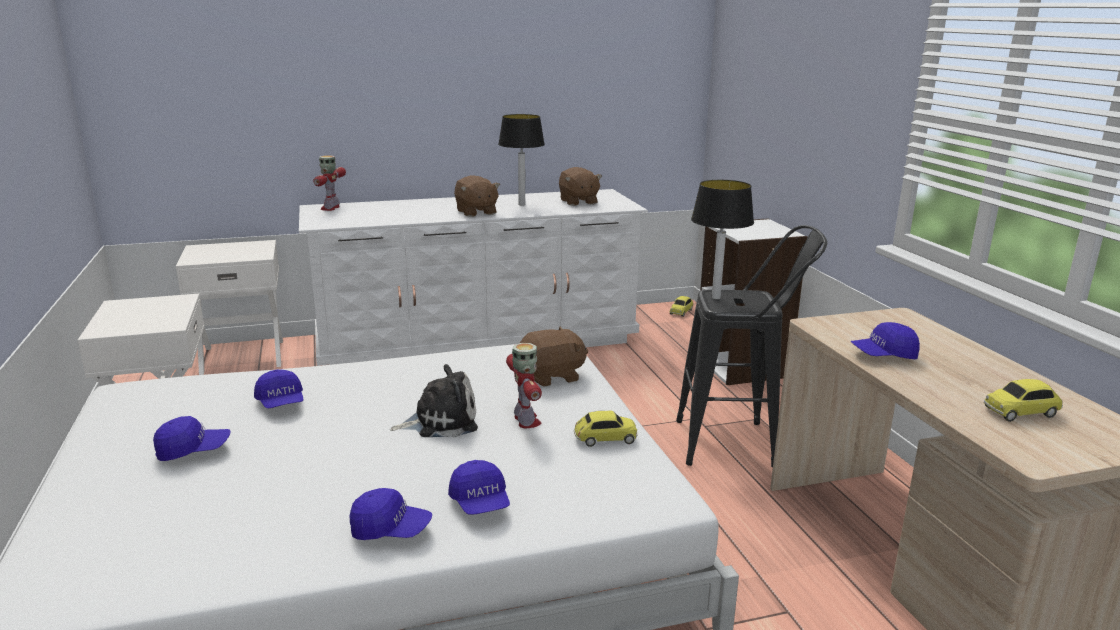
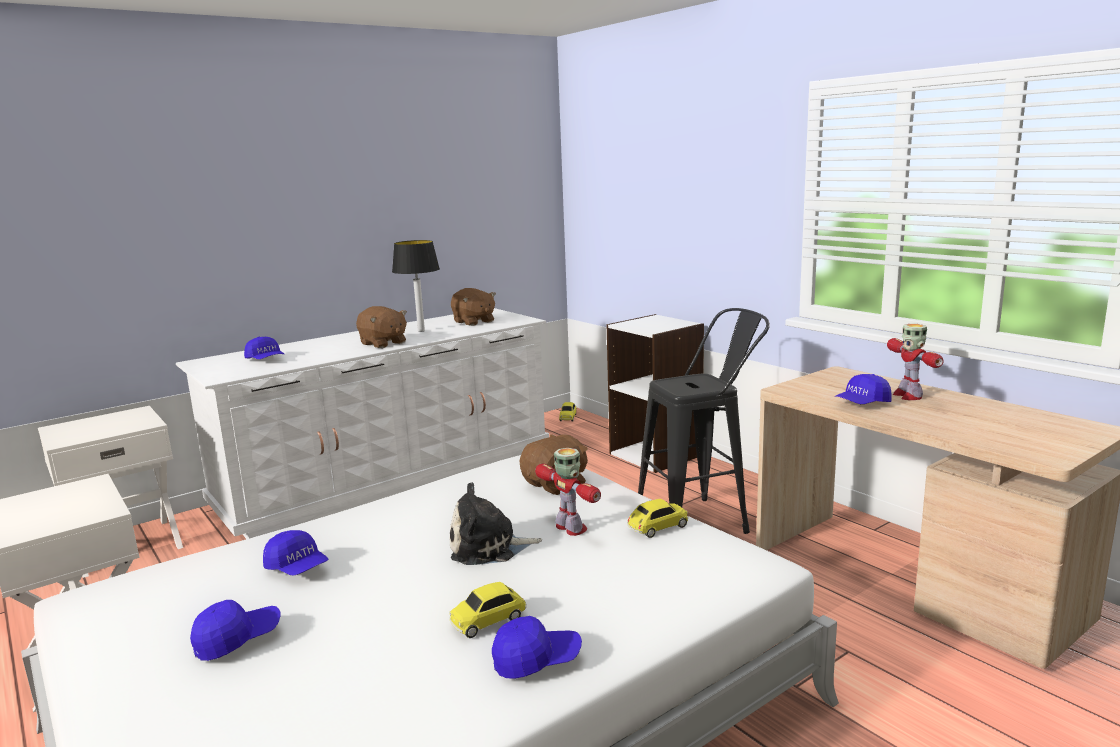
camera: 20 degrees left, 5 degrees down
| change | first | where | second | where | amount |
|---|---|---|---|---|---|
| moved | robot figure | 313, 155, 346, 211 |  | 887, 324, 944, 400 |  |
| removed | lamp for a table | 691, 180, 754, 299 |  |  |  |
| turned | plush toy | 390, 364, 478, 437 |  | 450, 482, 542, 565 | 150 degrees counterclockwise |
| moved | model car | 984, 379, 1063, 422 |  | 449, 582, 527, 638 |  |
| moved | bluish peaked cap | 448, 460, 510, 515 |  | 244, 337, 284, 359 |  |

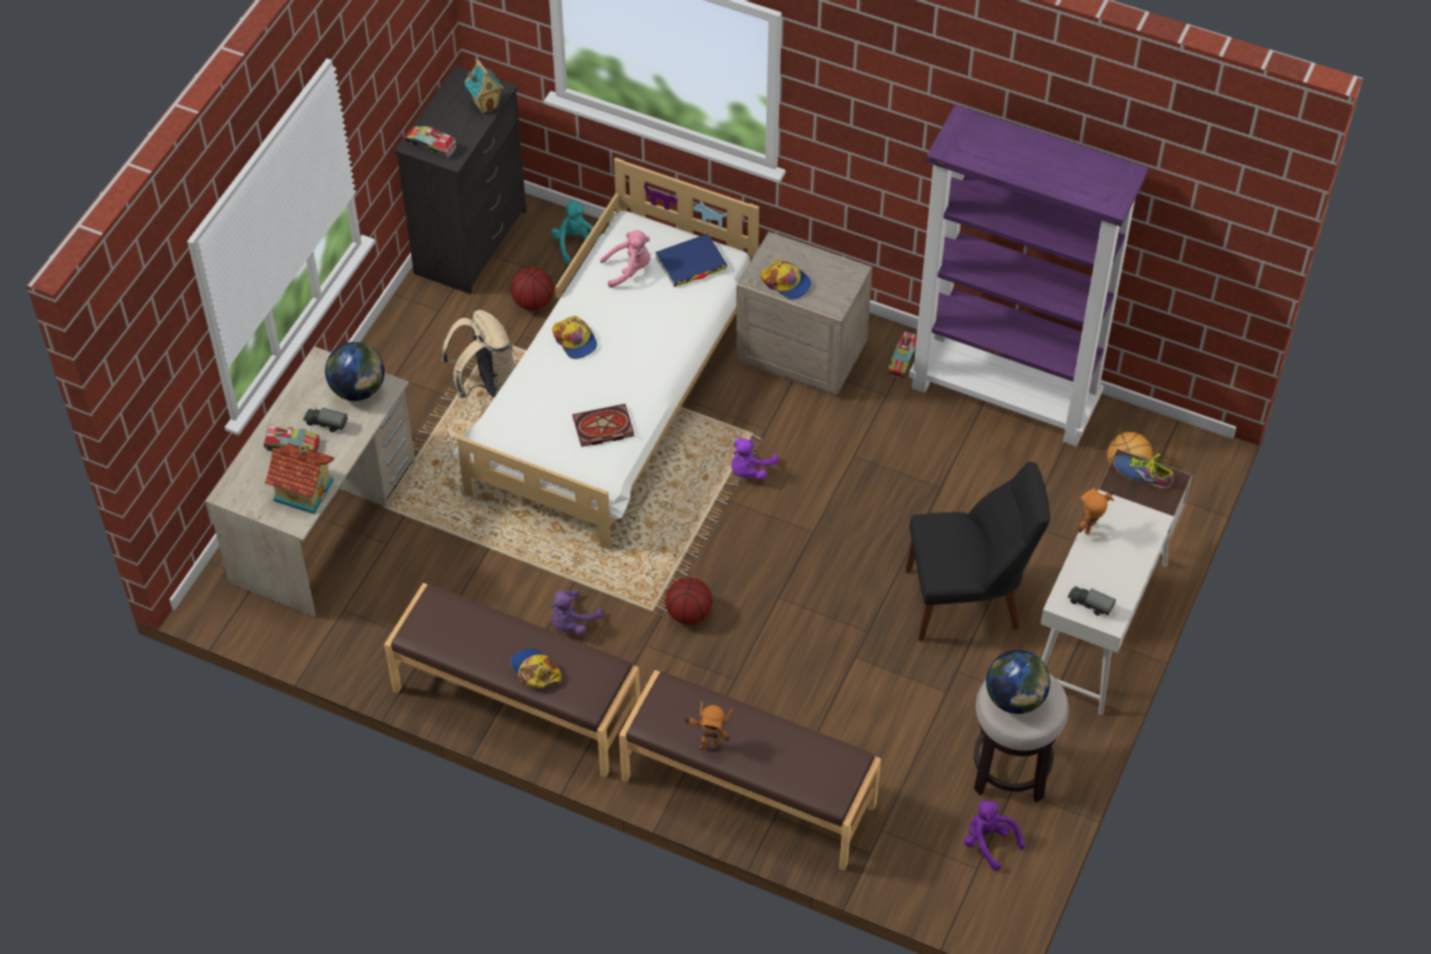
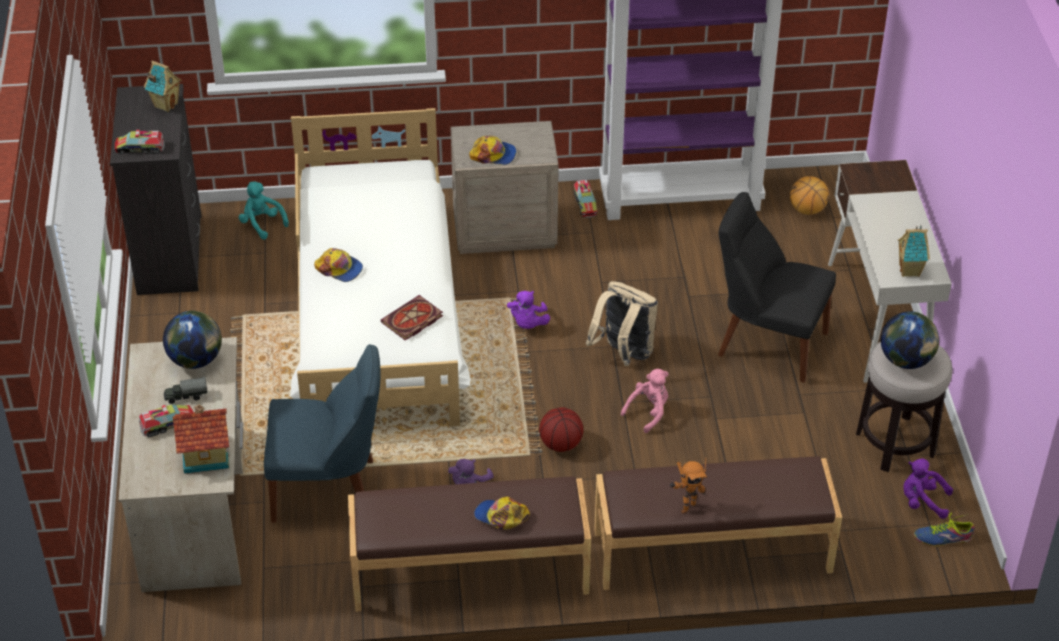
camera: 30 degrees left, 10 degrees down
| change | first | where | second | where | amount |
|---|---|---|---|---|---|
| moved | pink plush toy | 600, 230, 651, 288 |  | 621, 369, 669, 433 |  |
| removed | bluish bound book | 655, 233, 727, 287 |  |  |  |
| removed | basketball | 510, 267, 554, 311 |  |  |  |
| moved | beige backpack | 442, 310, 514, 399 |  | 586, 281, 658, 366 |  |
| moved | shoe | 1113, 454, 1174, 489 |  | 914, 512, 975, 547 |  |
| turned | blackish plain chair | 905, 461, 1050, 641 |  | 718, 192, 836, 383 | 120 degrees counterclockwise |
| removed | robot figure | 1078, 488, 1114, 534 |  |  |  |
| replaced | model truck | 1068, 587, 1116, 616 | miniature house | 898, 225, 930, 277 |  |
| added |  |  | bluish plain chair | 264, 344, 381, 522 |  |

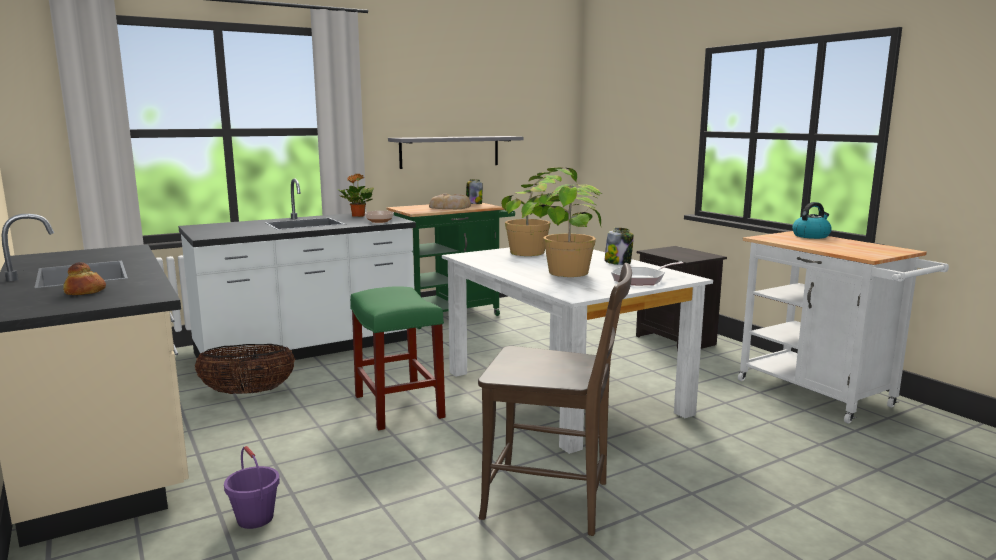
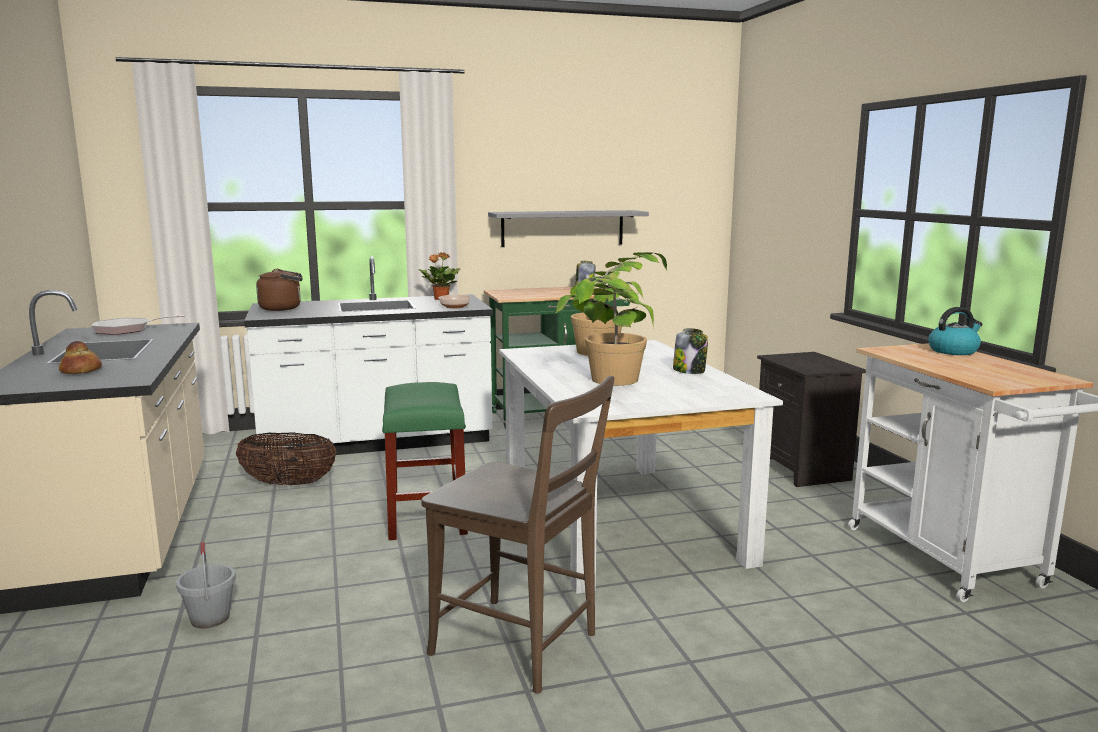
camera: 15 degrees right, 0 degrees up
| change | first | where | second | where | amount |
|---|---|---|---|---|---|
| removed | baked bread | 429, 194, 471, 209 |  |  |  |
| moved | pan | 611, 261, 684, 285 |  | 91, 315, 185, 335 |  |
| recoloured | purple-coloured pail | 224, 446, 280, 529 | gray pail | 176, 542, 236, 628 |  |
| added |  |  | brown-coloured tea kettle | 256, 269, 303, 311 |  |

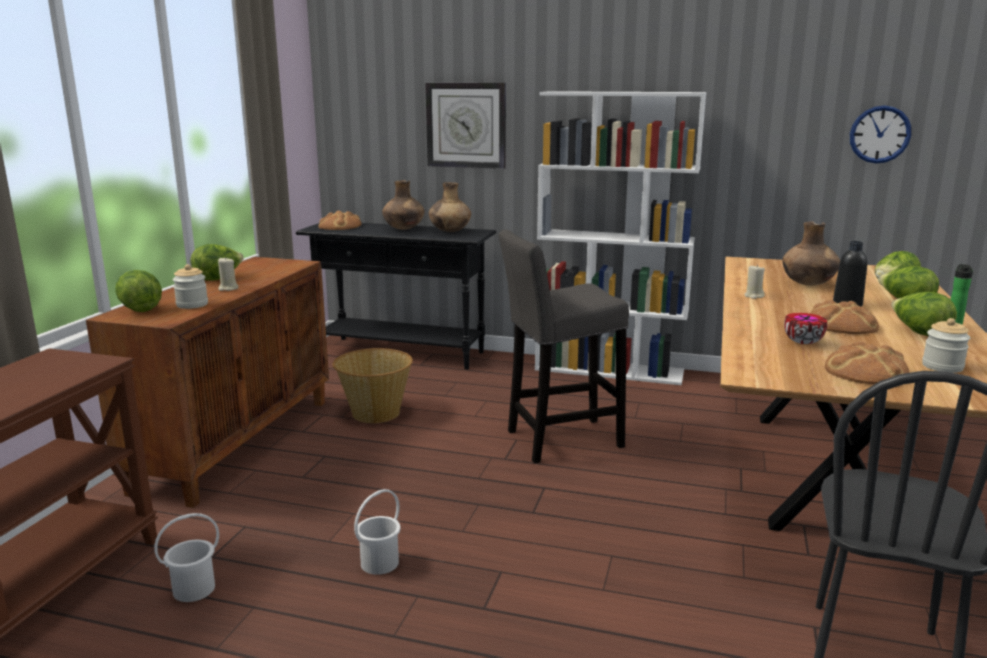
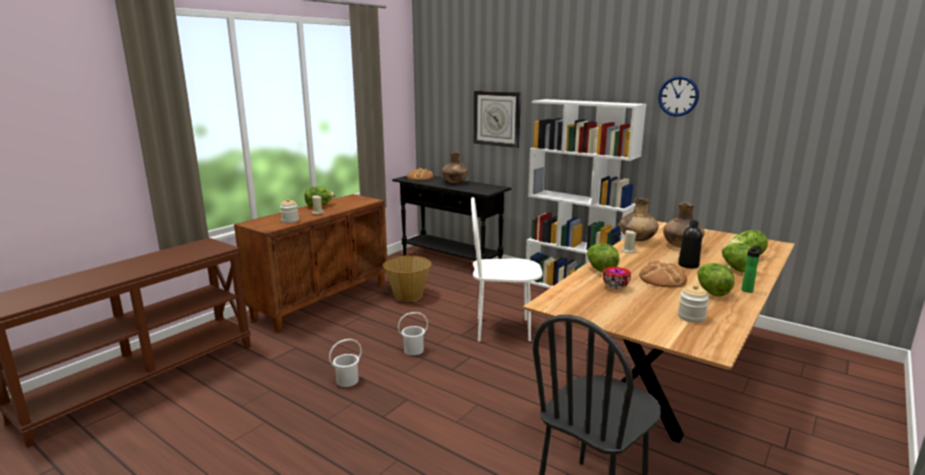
camera: 20 degrees right, 0 degrees up
| change | first | where | second | where | amount |
|---|---|---|---|---|---|
| moved | clock on the wall | 850, 105, 911, 163 |  | 658, 76, 699, 116 |  |
| moved | brown-coloured vase | 429, 182, 471, 232 |  | 620, 198, 659, 241 |  |
| replaced | gray stool | 499, 230, 629, 463 | white plain chair | 471, 197, 543, 342 |  |
| moved | lettuce | 115, 270, 162, 312 |  | 587, 243, 620, 272 |  |
| removed | baked bread | 825, 341, 910, 384 |  |  |  |
| moved | white pail | 154, 513, 219, 602 |  | 398, 312, 428, 355 |  |

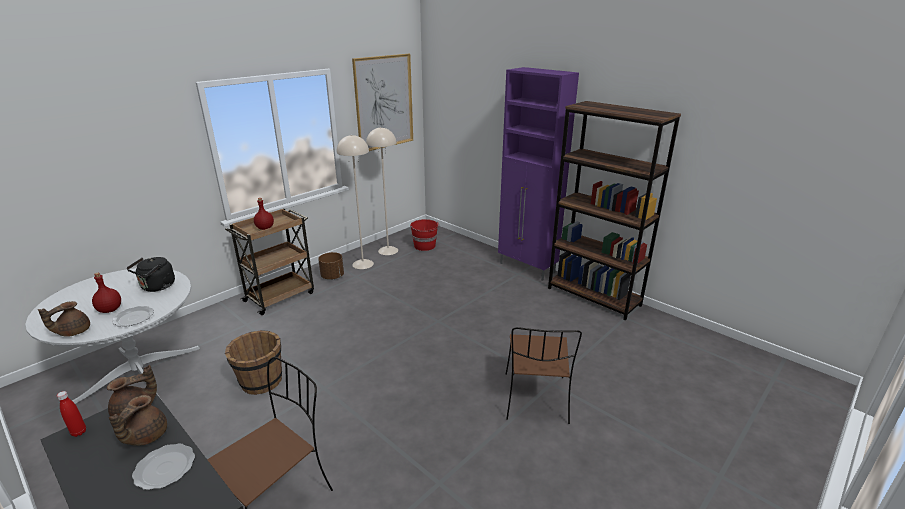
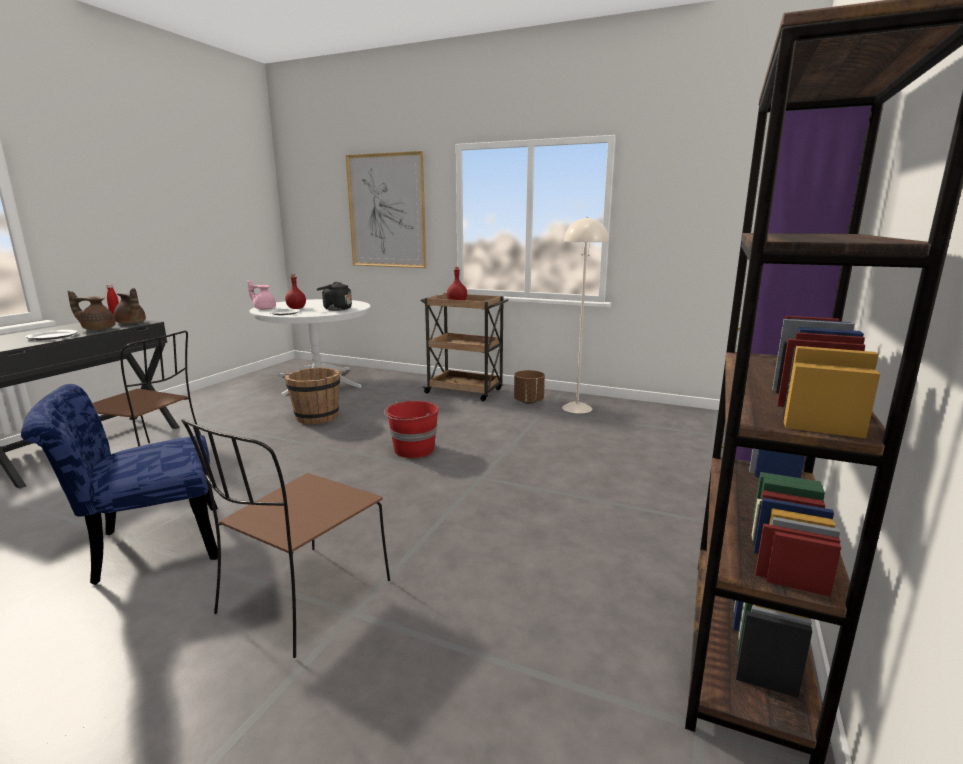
camera: 70 degrees right, 10 degrees down
| change | first | where | second | where | amount |
|---|---|---|---|---|---|
| moved | picture | 352, 54, 413, 151 |  | 346, 151, 426, 268 |  |
| removed | beige standing lamp | 366, 127, 398, 255 |  |  |  |
| moved | red pail | 410, 219, 439, 251 |  | 384, 401, 439, 458 |  |
| recoloured | brown-coloured tea pot | 38, 301, 90, 337 | pink tea pot | 248, 280, 276, 310 |  |
| turned | brown-coloured plain chair | 506, 327, 582, 424 |  | 181, 419, 390, 658 | 45 degrees counterclockwise |
| added |  |  | bluish plain chair | 21, 384, 218, 585 |  |

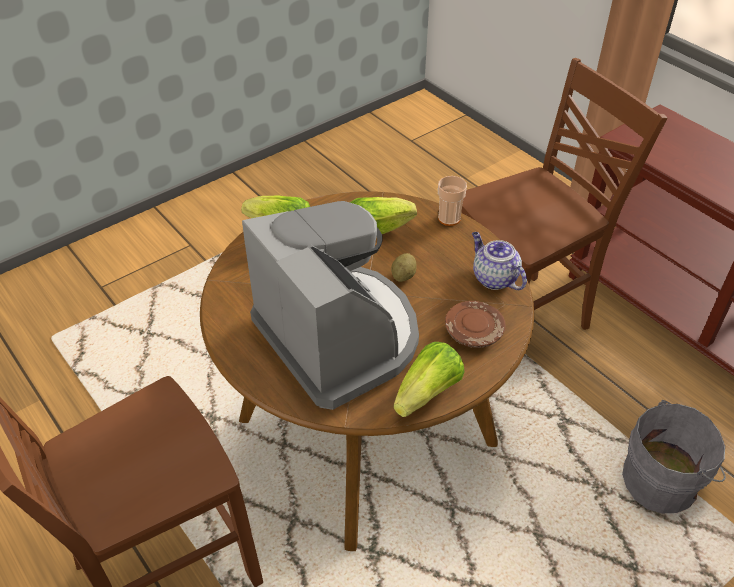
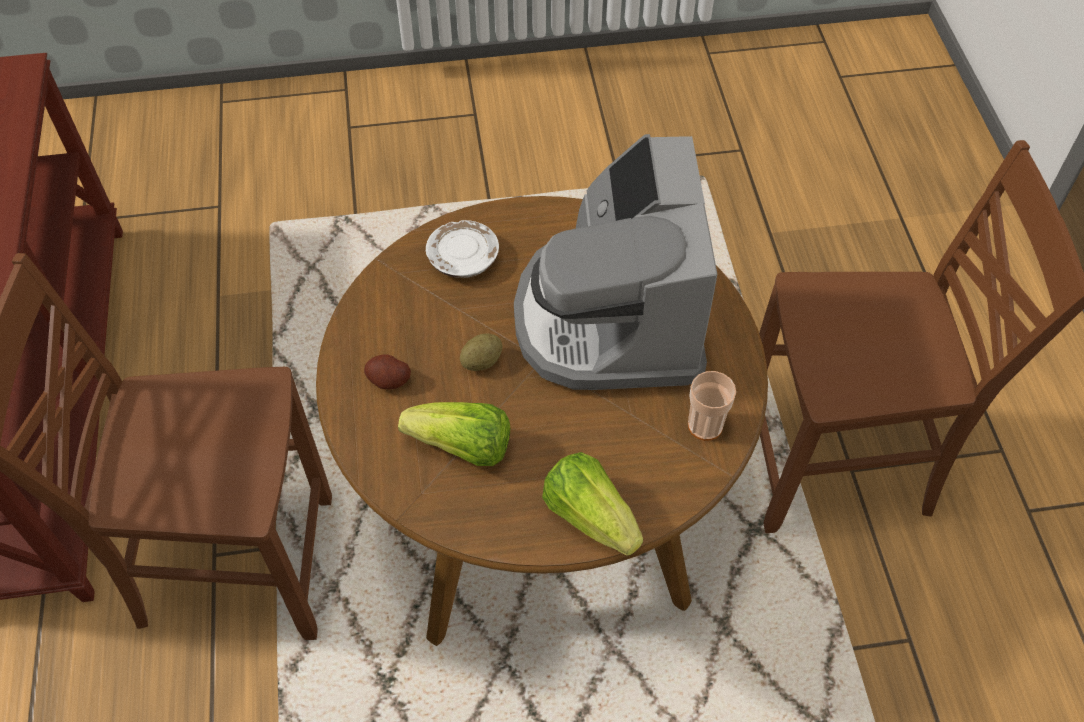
camera: 150 degrees left, 10 degrees up
| change | first | where | second | where | amount |
|---|---|---|---|---|---|
| moved | cup | 438, 176, 467, 226 |  | 688, 371, 736, 441 |  |
| removed | tea pot | 472, 232, 527, 290 |  |  |  |
| recoloured | brown-coloured dinner plate | 445, 301, 506, 348 | white dinner plate | 426, 220, 499, 278 |  |
| removed | lettuce | 394, 342, 464, 417 |  |  |  |
| removed | gray pail | 622, 400, 726, 513 |  |  |  |
| added |  |  | whole potato | 364, 354, 411, 389 |  |

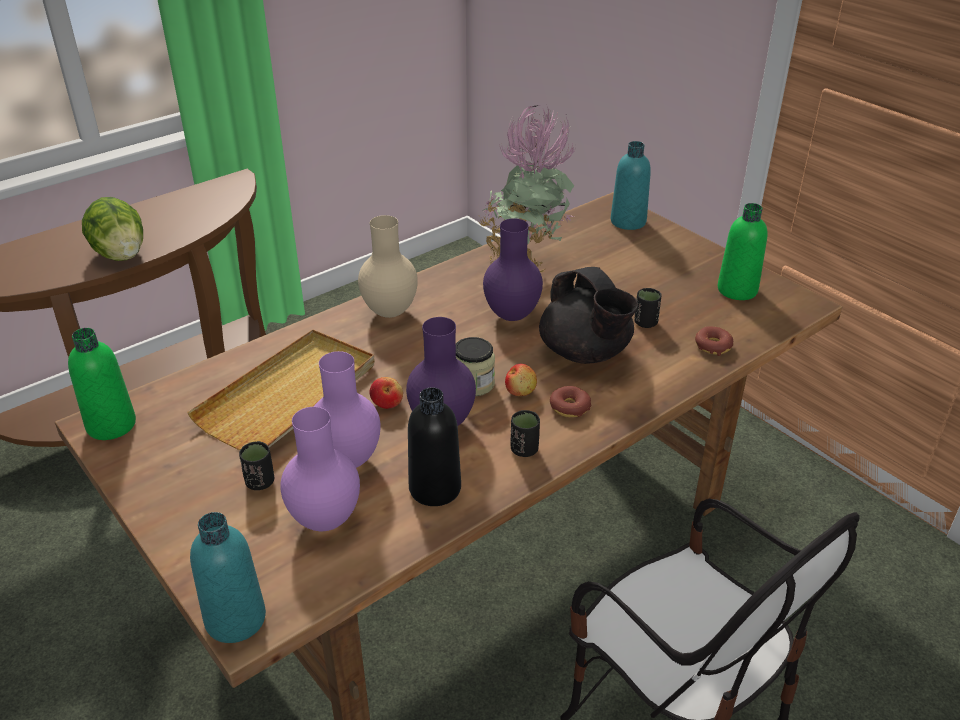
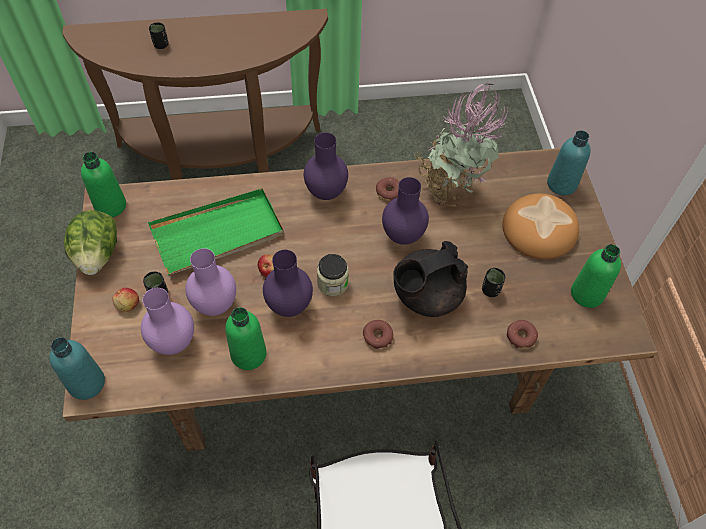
camera: 30 degrees right, 20 degrees up
| change | first | where | second | where | amount |
|---|---|---|---|---|---|
| moved | lettuce | 82, 197, 143, 261 |  | 64, 210, 117, 275 |  |
| recoloured | beige vase | 358, 215, 418, 318 | purple-coloured vase | 304, 132, 348, 200 |  |
| turned | blackish tea pot | 539, 267, 638, 364 |  | 393, 241, 468, 317 | 60 degrees clockwise |
| recoloured | beige carrying tray | 187, 330, 375, 450 | green-coloured carrying tray | 148, 188, 284, 275 |  |
| moved | apple fruit | 505, 364, 537, 396 |  | 113, 288, 139, 312 |  |
| recoloured | blackish beverage bottle | 408, 387, 461, 506 | green-coloured beverage bottle | 225, 307, 267, 370 |  |
| moved | blackish cup | 511, 410, 540, 457 |  | 149, 22, 169, 49 |  |
| added |  |  | donut | 376, 177, 399, 201 |  |
| added |  |  | baked bread | 502, 193, 579, 260 |  |

